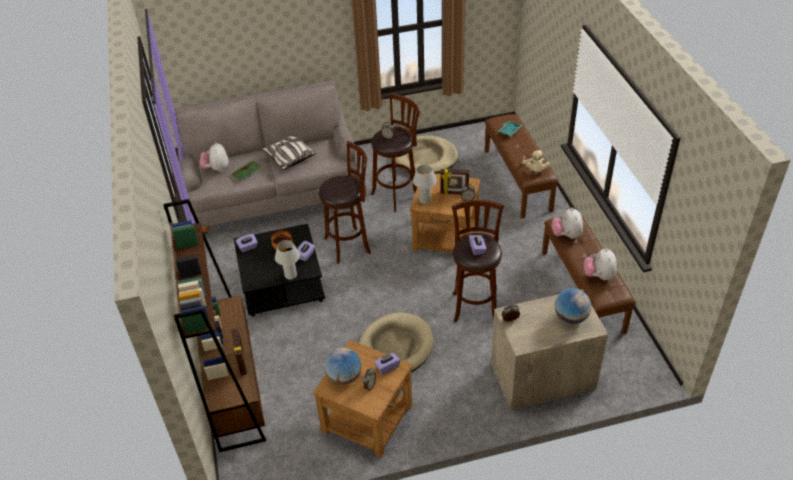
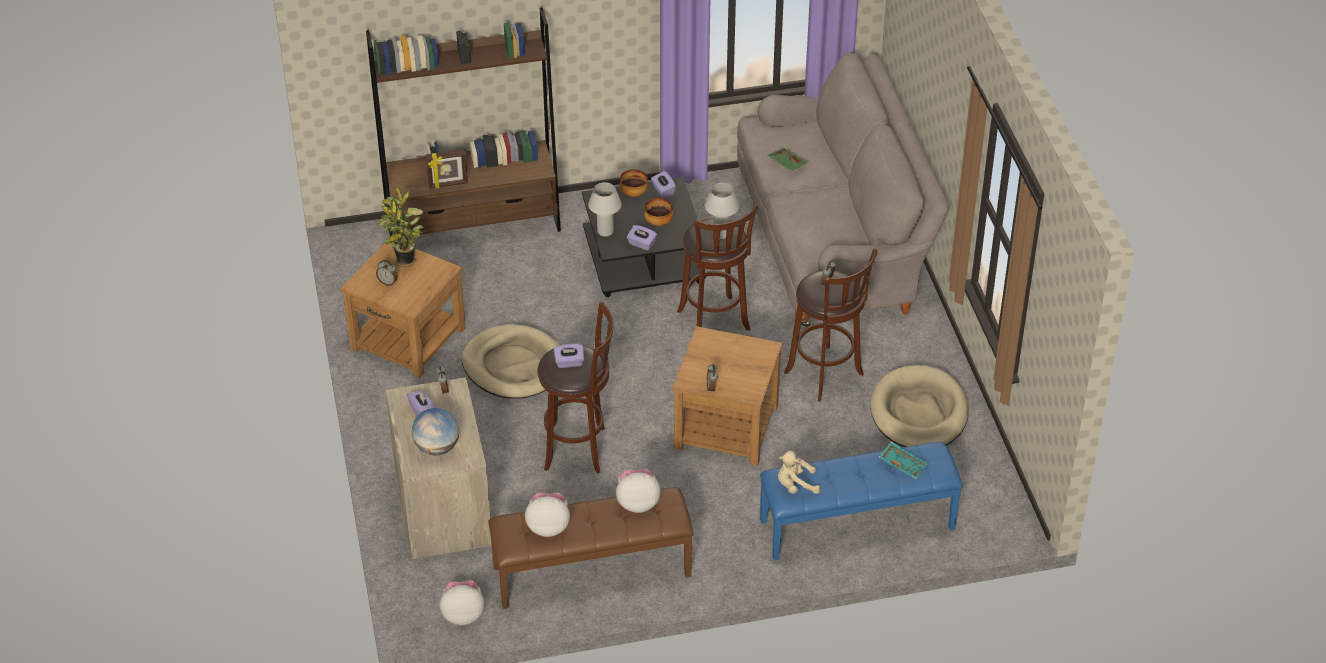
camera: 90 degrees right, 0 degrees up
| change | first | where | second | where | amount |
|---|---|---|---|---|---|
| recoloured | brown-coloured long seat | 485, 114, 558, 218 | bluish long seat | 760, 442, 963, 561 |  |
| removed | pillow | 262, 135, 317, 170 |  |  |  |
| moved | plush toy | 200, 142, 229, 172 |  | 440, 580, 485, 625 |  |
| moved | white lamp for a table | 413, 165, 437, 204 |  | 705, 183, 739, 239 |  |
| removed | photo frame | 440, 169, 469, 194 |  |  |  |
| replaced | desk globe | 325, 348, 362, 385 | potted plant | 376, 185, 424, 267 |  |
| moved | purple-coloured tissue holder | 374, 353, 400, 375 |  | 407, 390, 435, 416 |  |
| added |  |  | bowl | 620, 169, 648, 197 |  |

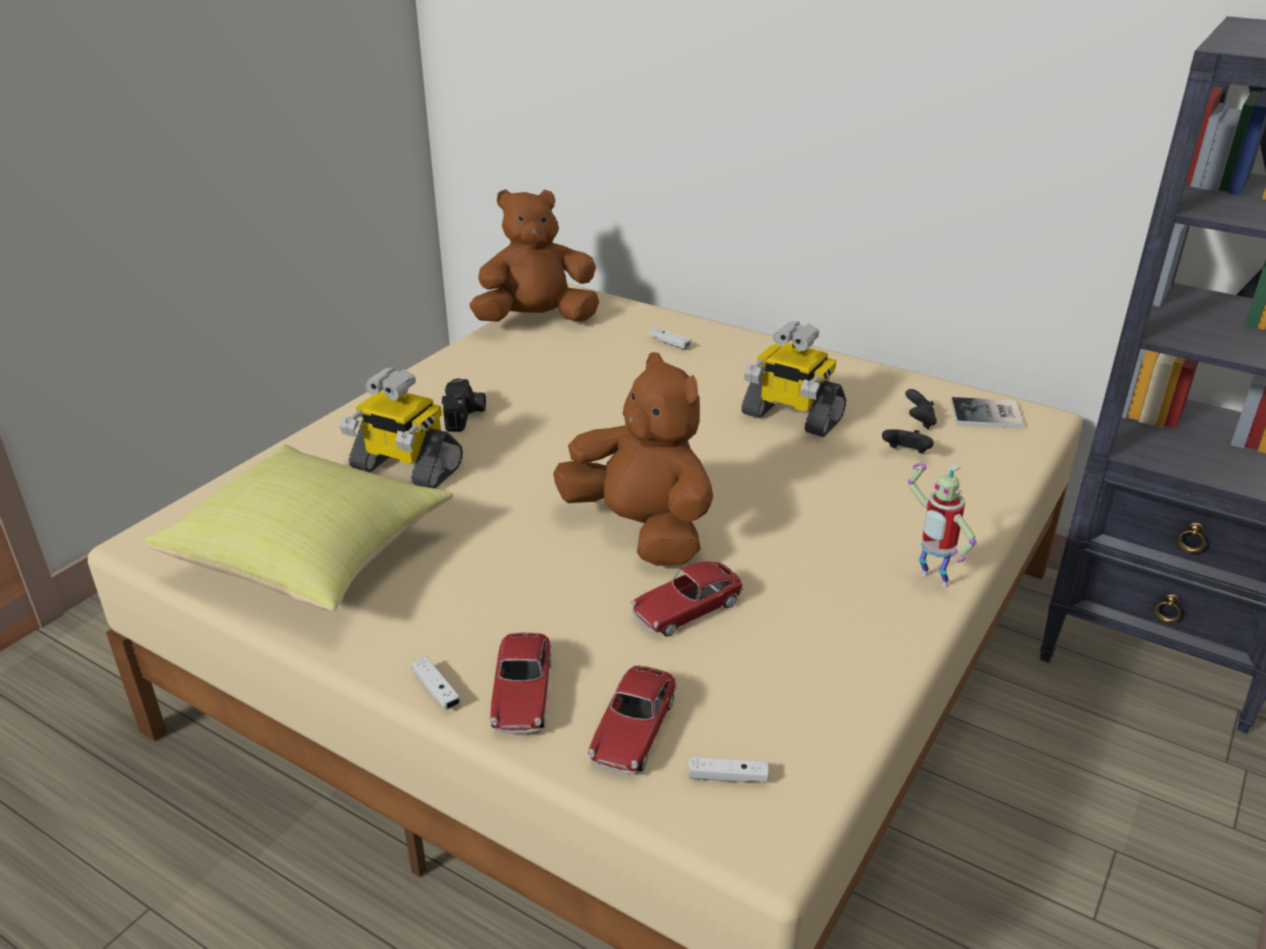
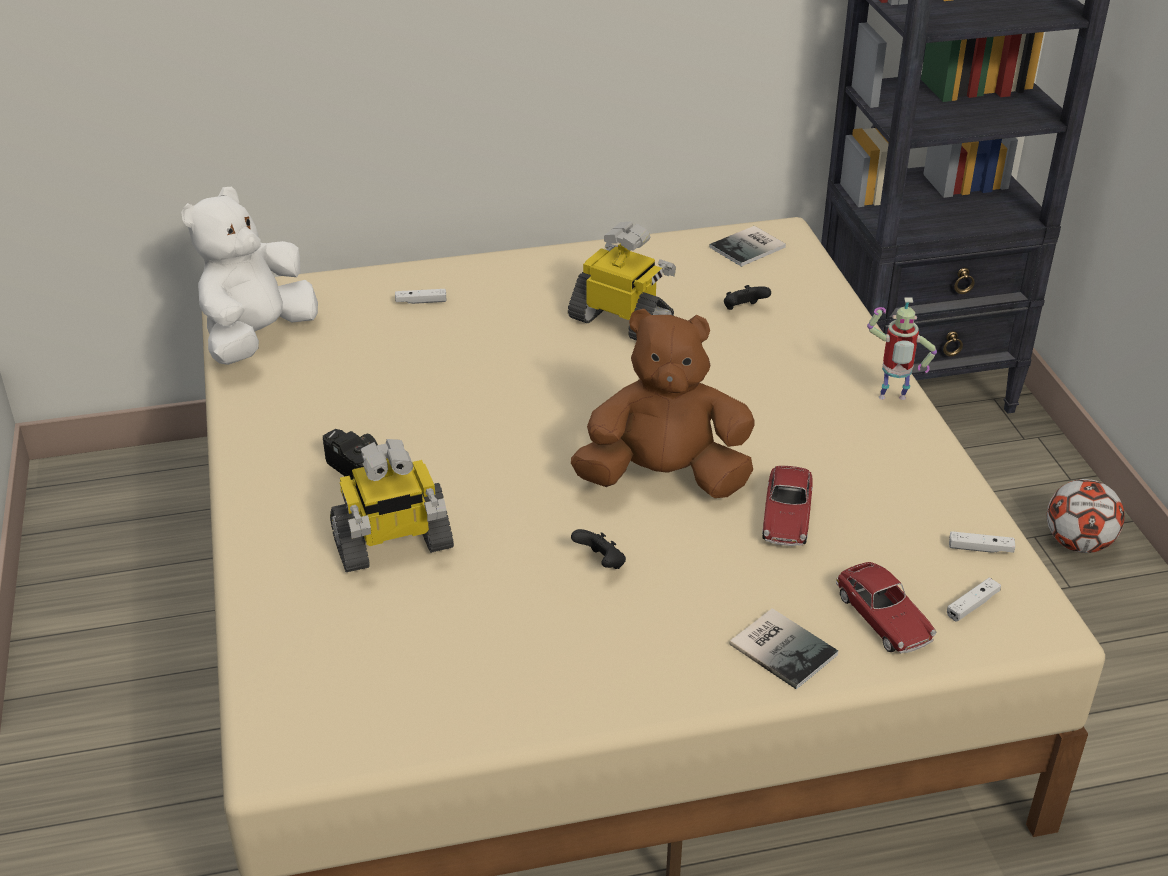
camera: 45 degrees left, 5 degrees up
| change | first | where | second | where | amount |
|---|---|---|---|---|---|
| recoloured | brown-coloured plush toy | 469, 189, 599, 322 | white plush toy | 181, 187, 318, 365 |  |
| turned | robot figure | 741, 321, 846, 437 |  | 568, 221, 676, 341 | 135 degrees counterclockwise |
| moved | blackish joypad | 905, 389, 937, 429 |  | 571, 529, 626, 569 |  |
| removed | yellowish pillow | 144, 444, 453, 611 |  |  |  |
| replaced | model car | 490, 633, 551, 734 | bound book | 729, 608, 838, 689 |  |
| moved | white joypad | 412, 657, 461, 709 |  | 949, 531, 1015, 553 |  |
| added |  |  | football | 1047, 479, 1125, 553 |  |

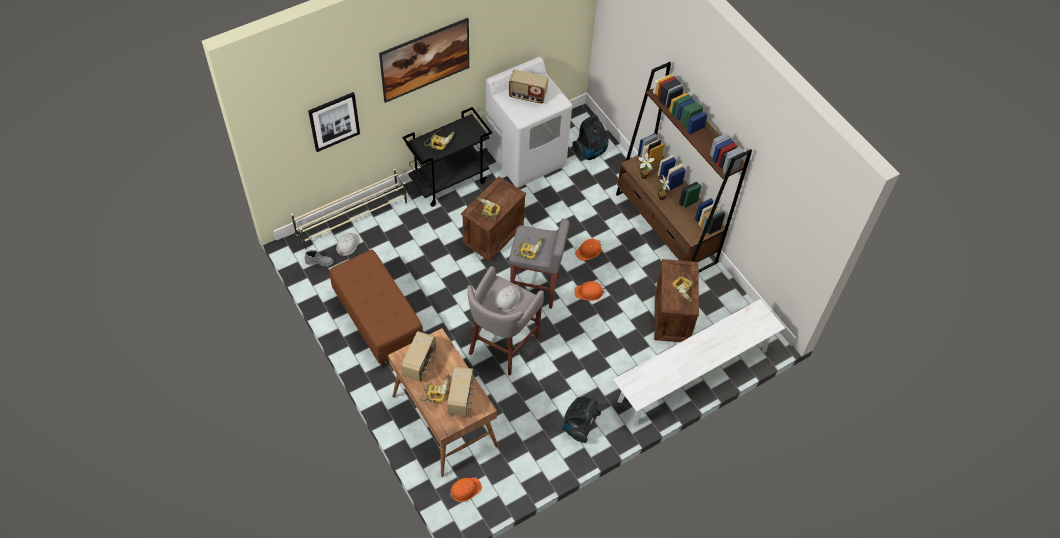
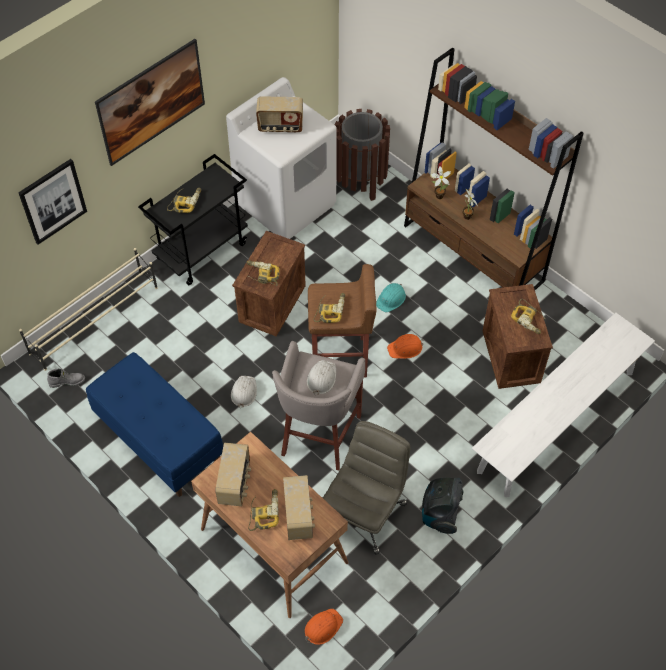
camera: 10 degrees left, 0 degrees up
| change | first | where | second | where | amount |
|---|---|---|---|---|---|
| replaced | vacuum | 572, 115, 608, 160 | brown-coloured trash can | 335, 109, 390, 201 |  |
| recoloured | gray stool | 509, 219, 570, 309 | brown-coloured stool | 308, 264, 376, 378 |  |
| moved | white safety helmet | 336, 233, 359, 256 |  | 231, 376, 257, 408 |  |
| recoloured | orangey safety helmet | 575, 239, 601, 261 | turquoise safety helmet | 376, 283, 406, 313 |  |
| recoloured | brown-coloured long seat | 329, 250, 423, 368 | bluish long seat | 86, 352, 223, 497 |  |
| added |  |  | gray desk chair | 323, 421, 410, 555 |  |

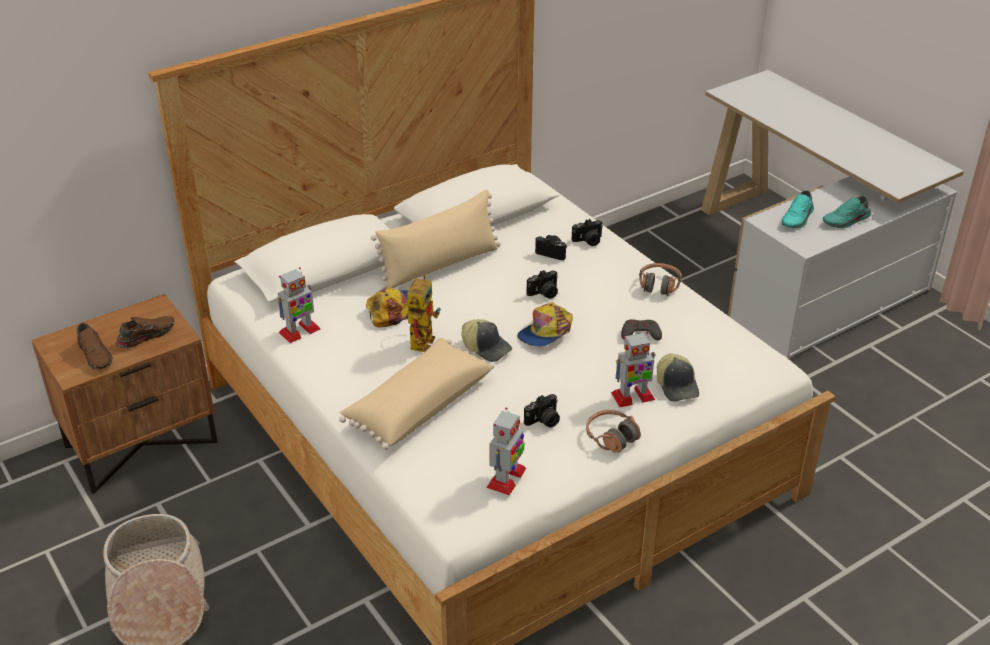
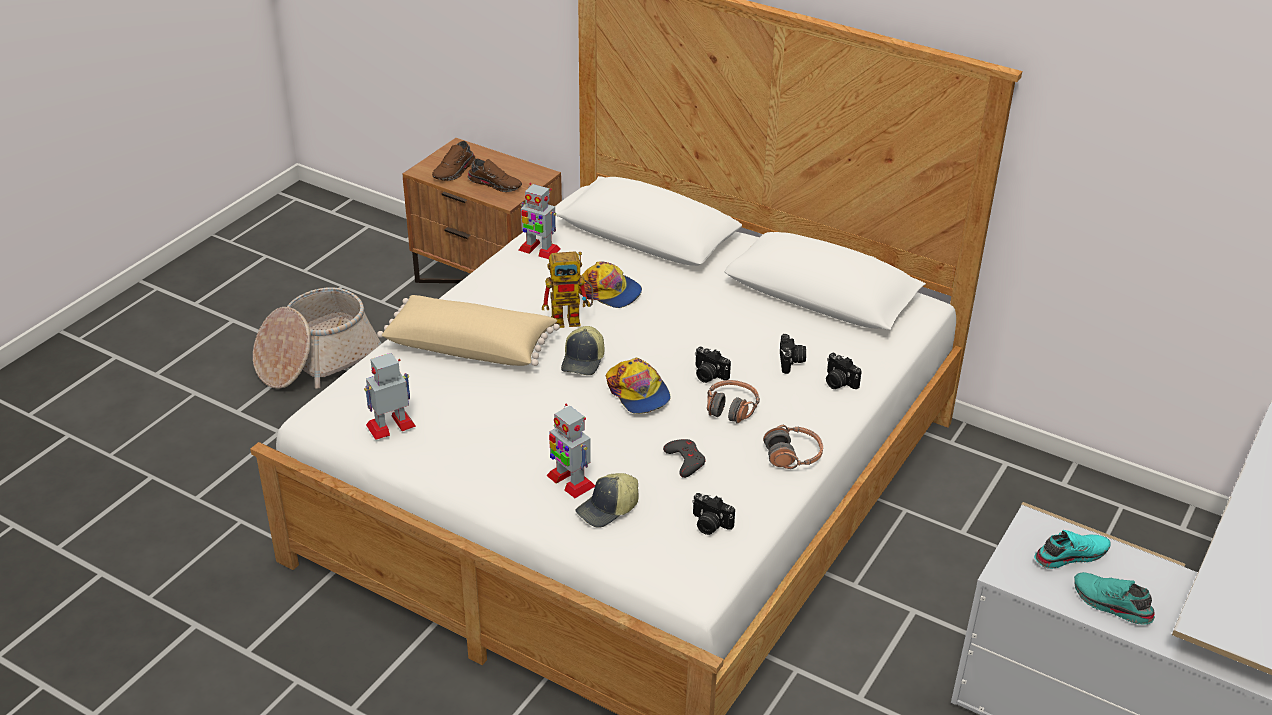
camera: 65 degrees right, 0 degrees up
| change | first | where | second | where | amount |
|---|---|---|---|---|---|
| removed | beige pillow | 371, 190, 500, 289 |  |  |  |
| turned | turquoise shoe | 782, 190, 814, 229 |  | 1034, 530, 1111, 569 | 150 degrees clockwise |
| turned | peaked cap | 517, 302, 573, 347 |  | 606, 358, 670, 414 | 135 degrees counterclockwise |
| moved | photo camera | 524, 394, 560, 428 |  | 692, 493, 735, 535 |  |
| turned | robot figure | 486, 407, 526, 495 |  | 364, 353, 416, 440 | 150 degrees clockwise |
| moved | pair of headphones | 586, 410, 641, 453 |  | 707, 380, 760, 423 |  |

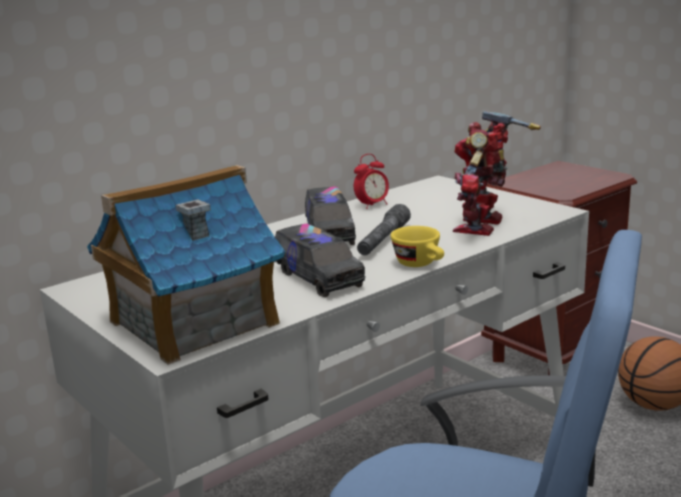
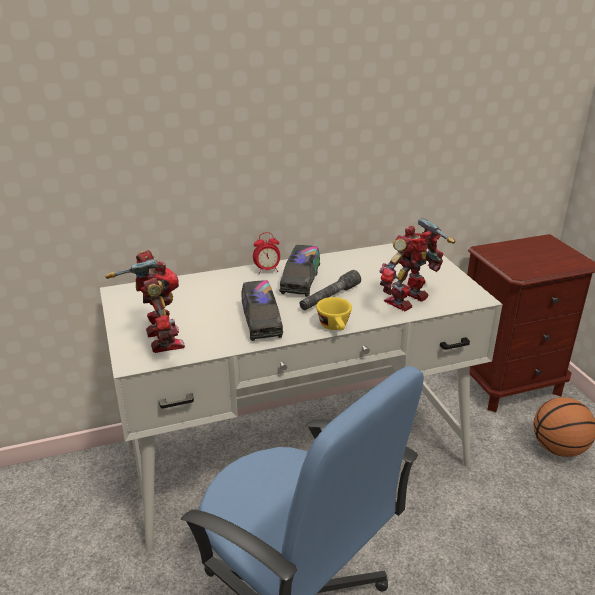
camera: 20 degrees right, 10 degrees up
| change | first | where | second | where | amount |
|---|---|---|---|---|---|
| moved | table clock | 354, 154, 389, 209 |  | 253, 232, 280, 274 |  |
| replaced | miniature house | 87, 165, 285, 365 | robot figure | 105, 250, 185, 353 |  |

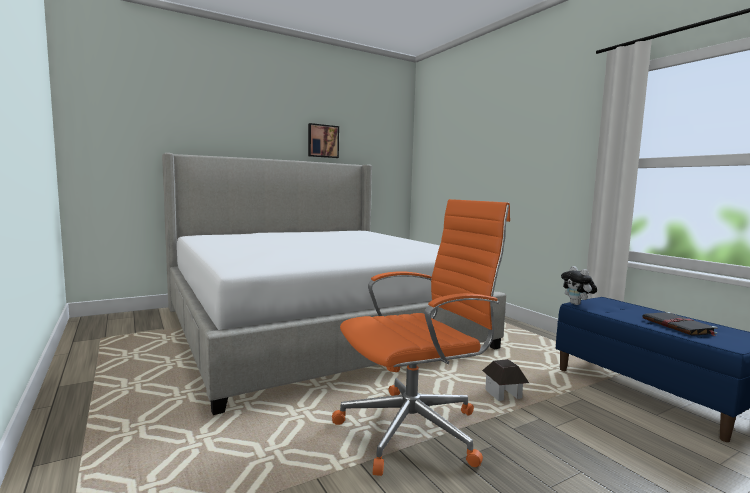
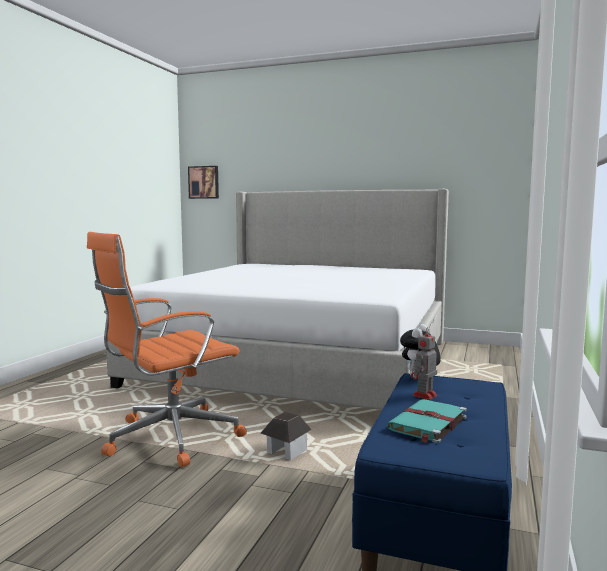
camera: 50 degrees right, 0 degrees up
| change | first | where | second | where | amount |
|---|---|---|---|---|---|
| moved | picture | 308, 123, 339, 158 |  | 188, 166, 219, 199 |  |
| turned | orangey desk chair | 332, 199, 510, 476 |  | 87, 232, 247, 467 | 120 degrees clockwise |
| recoloured | blackish bound book | 642, 312, 718, 336 | turquoise bound book | 387, 399, 467, 443 |  |
| added |  |  | robot figure | 411, 328, 437, 400 |  |

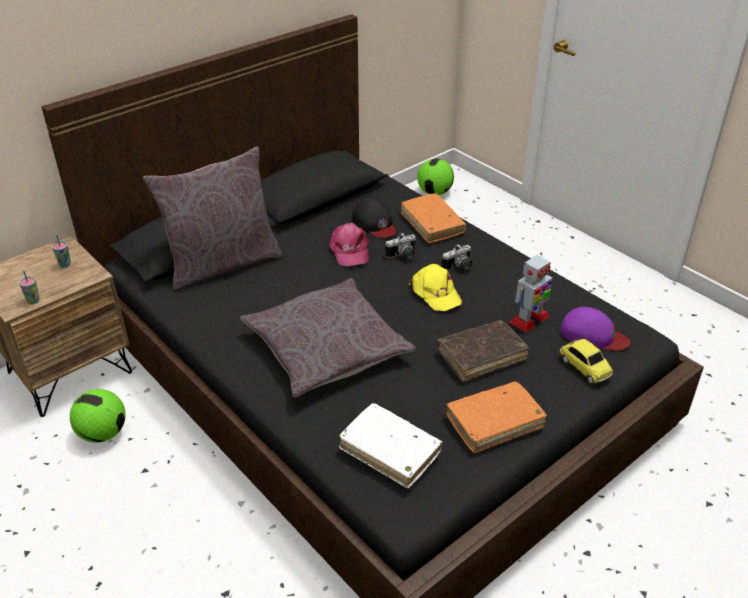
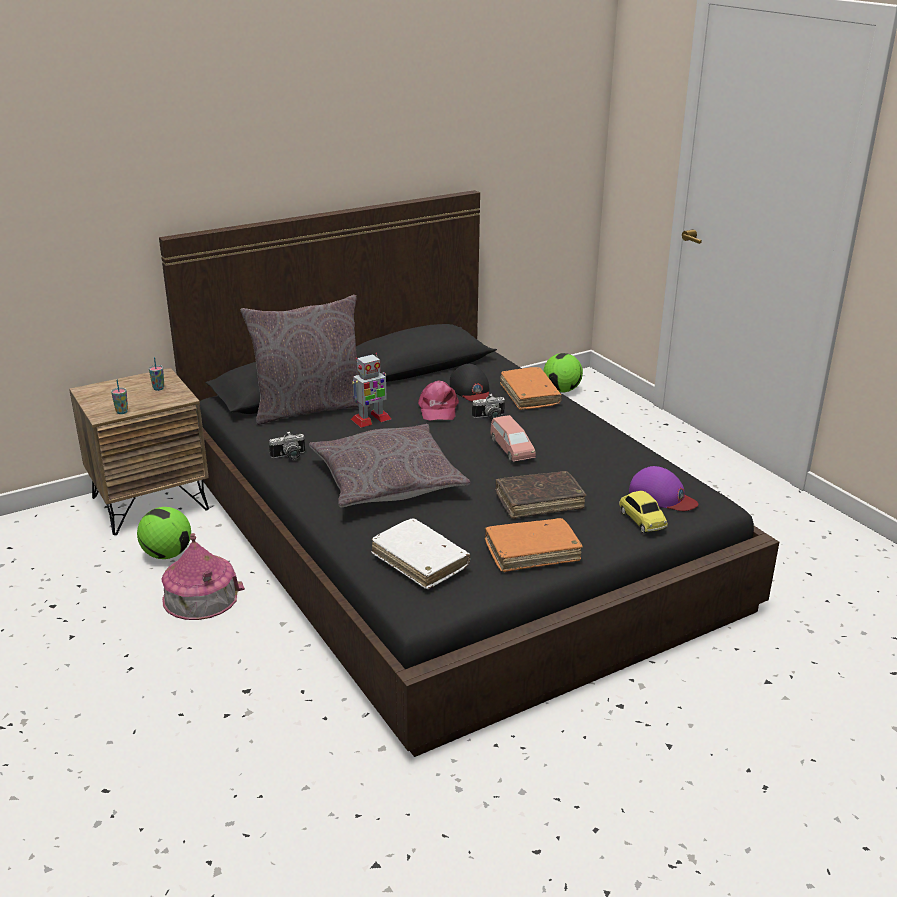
camera: 10 degrees right, 10 degrees down
| change | first | where | second | where | amount |
|---|---|---|---|---|---|
| moved | photo camera | 441, 244, 473, 271 |  | 269, 431, 305, 460 |  |
| moved | robot figure | 509, 253, 553, 333 |  | 351, 353, 391, 428 |  |
| replaced | yellowish peaked cap | 409, 264, 462, 311 | pink model car | 490, 415, 536, 462 |  |
| added |  |  | miniature house | 162, 533, 245, 620 |  |

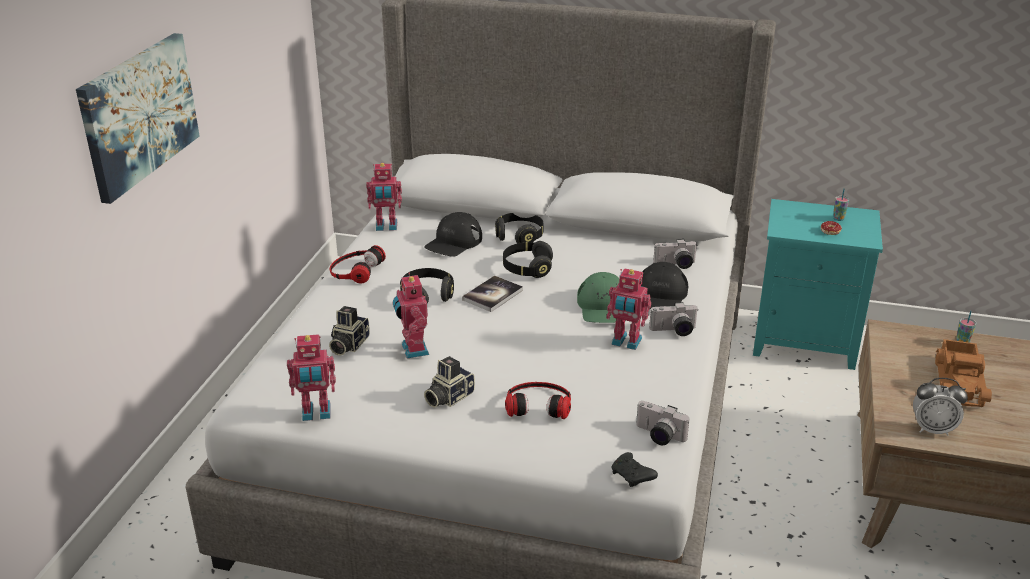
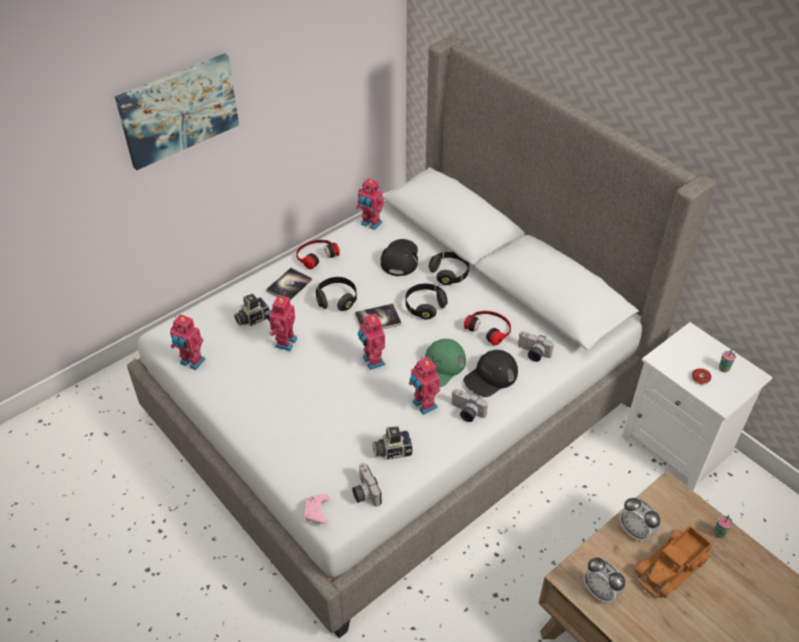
camera: 35 degrees right, 15 degrees up
| change | first | where | second | where | amount |
|---|---|---|---|---|---|
| recoloured | turquoise bedside table | 753, 199, 883, 370 | white bedside table | 622, 322, 773, 491 |  |
| turned | blackish peaked cap | 424, 212, 482, 257 |  | 381, 239, 418, 276 | 120 degrees clockwise |
| moved | photo camera | 424, 356, 475, 408 |  | 373, 426, 413, 460 |  |
| moved | pair of headphones | 505, 382, 571, 419 |  | 464, 311, 511, 346 |  |
| recoloured | blackish joypad | 611, 452, 658, 487 | pink joypad | 304, 494, 330, 524 |  |
| added |  |  | bound book | 266, 268, 312, 300 |  |
| added |  |  | robot figure | 358, 313, 385, 370 |  |
| added |  |  | table clock | 619, 498, 660, 542 |  |

